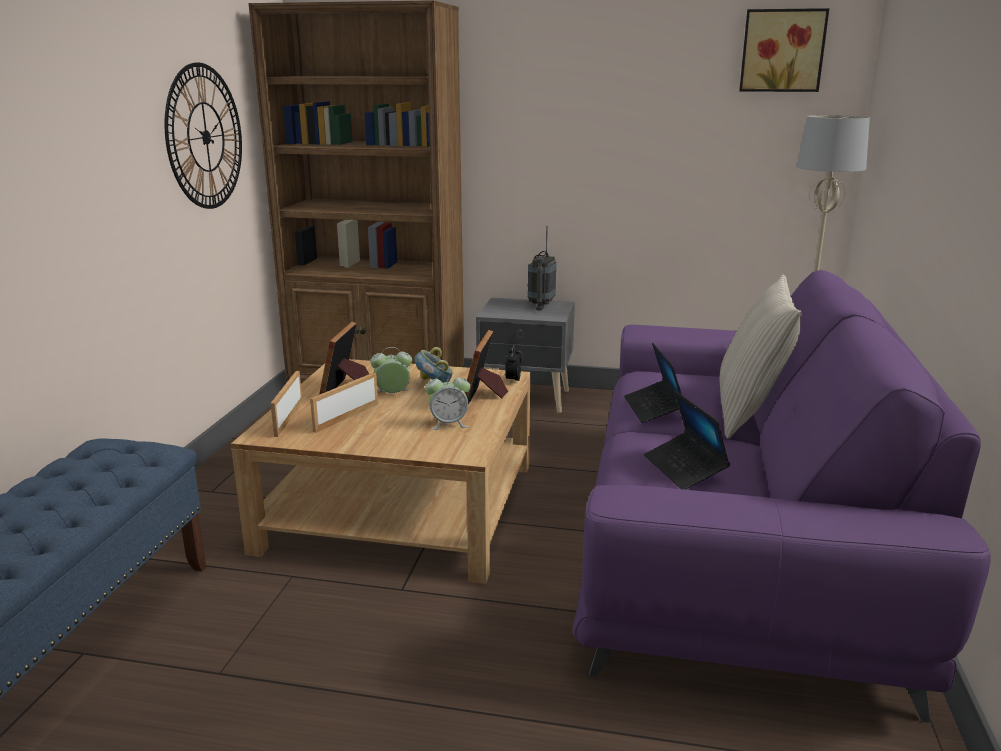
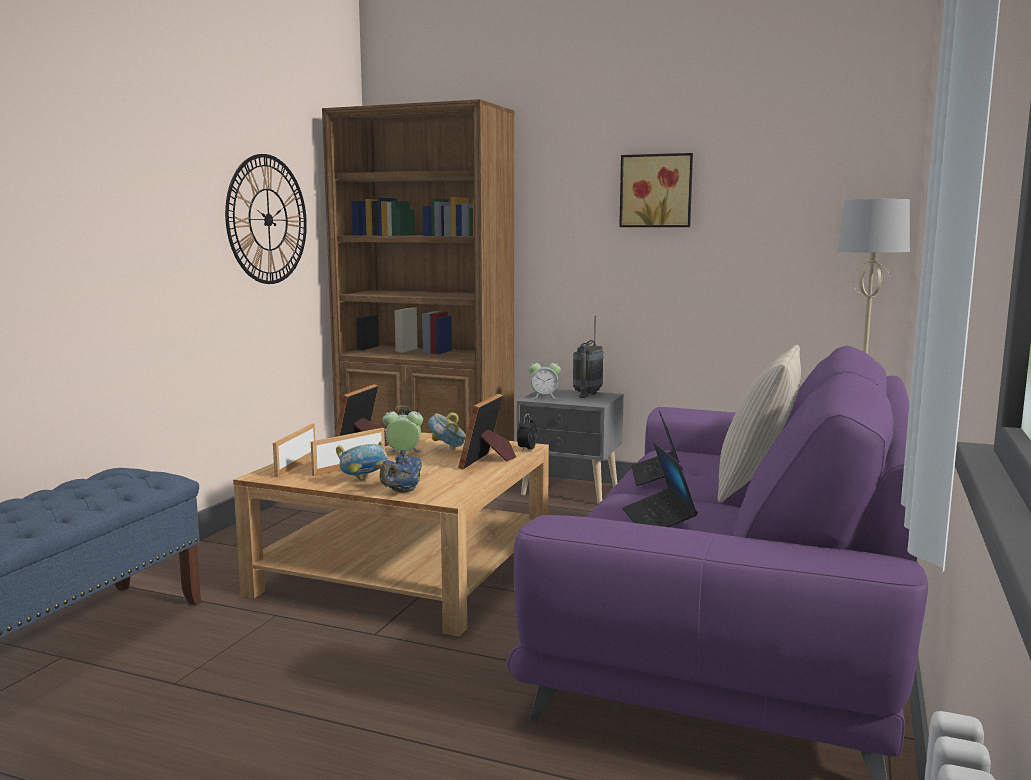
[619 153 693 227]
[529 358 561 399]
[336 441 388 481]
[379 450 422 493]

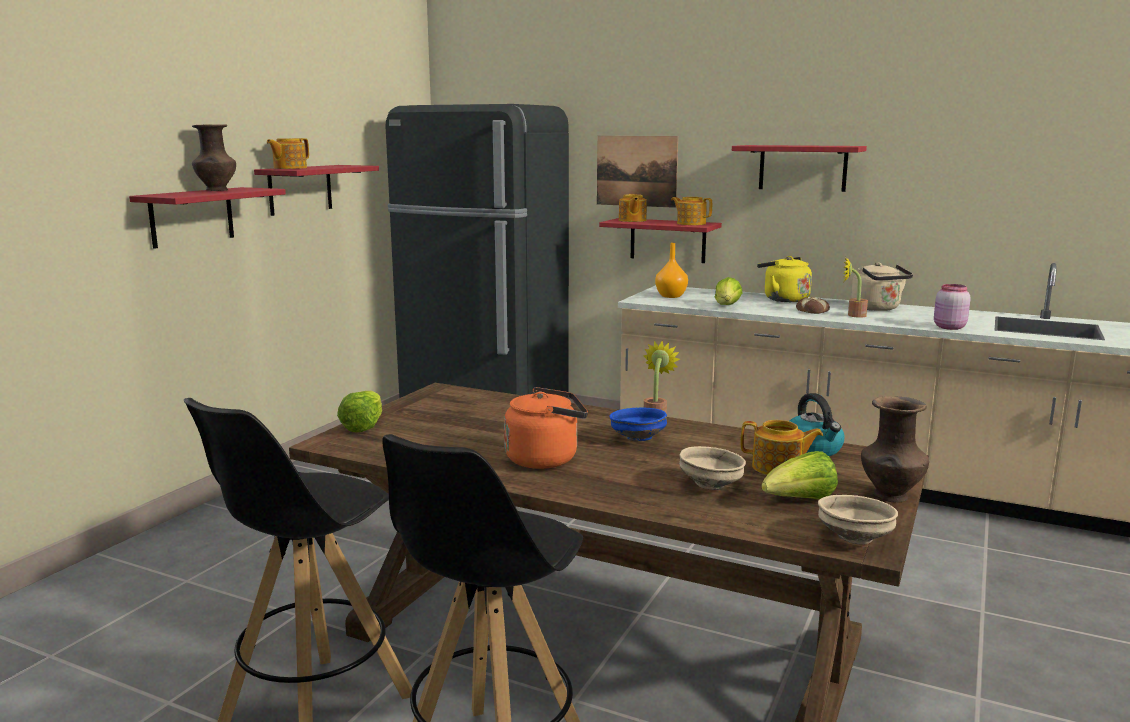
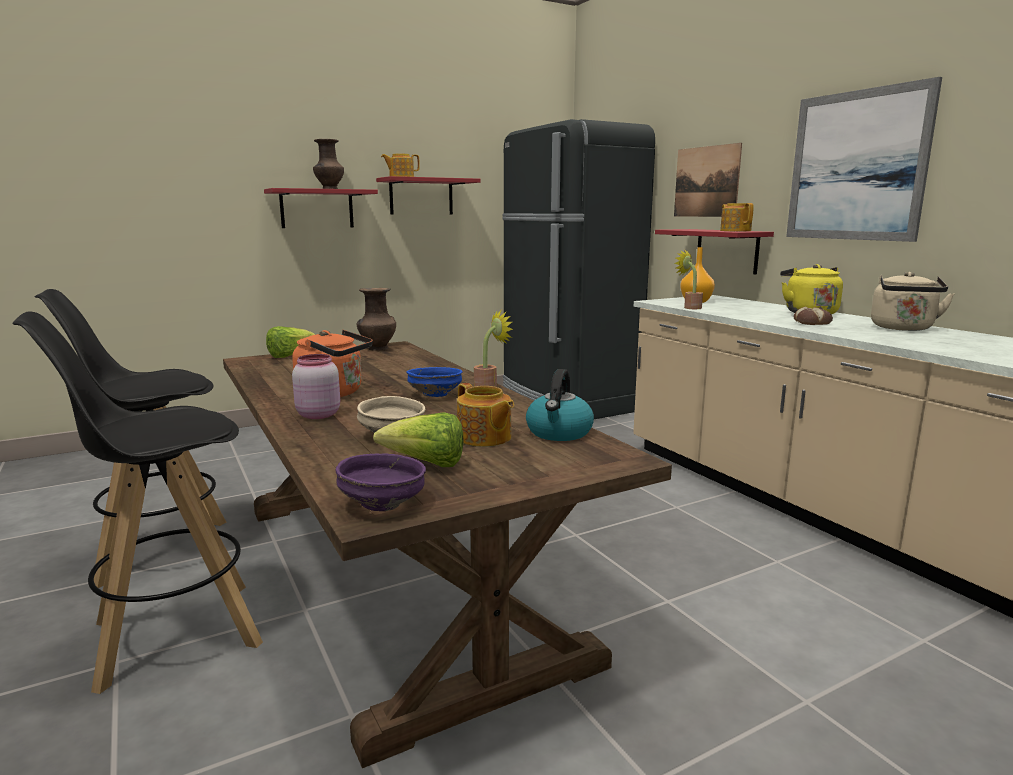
[786 77 942 242]
[619 194 647 222] (first image)
[675 250 703 309]
[715 277 742 305] (first image)
[292 354 340 419]
[357 288 396 351]
[335 453 426 511]

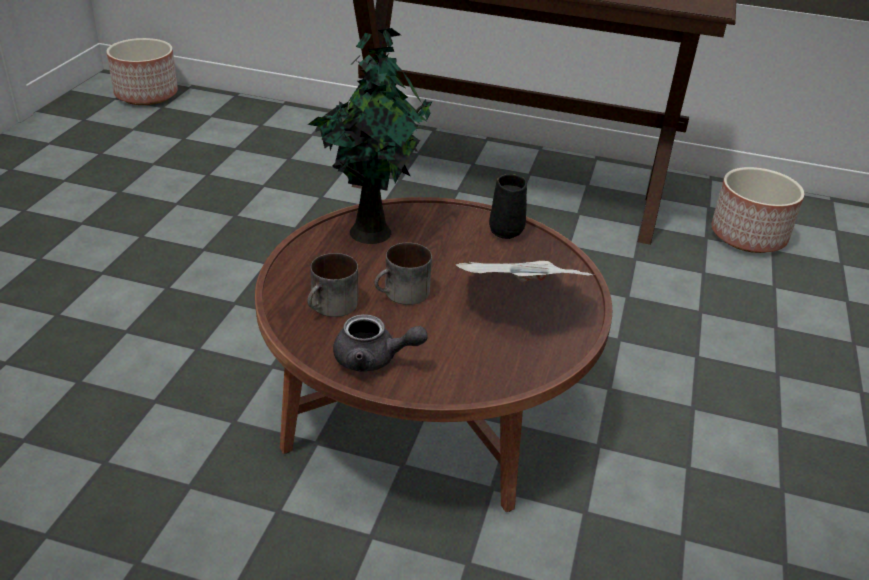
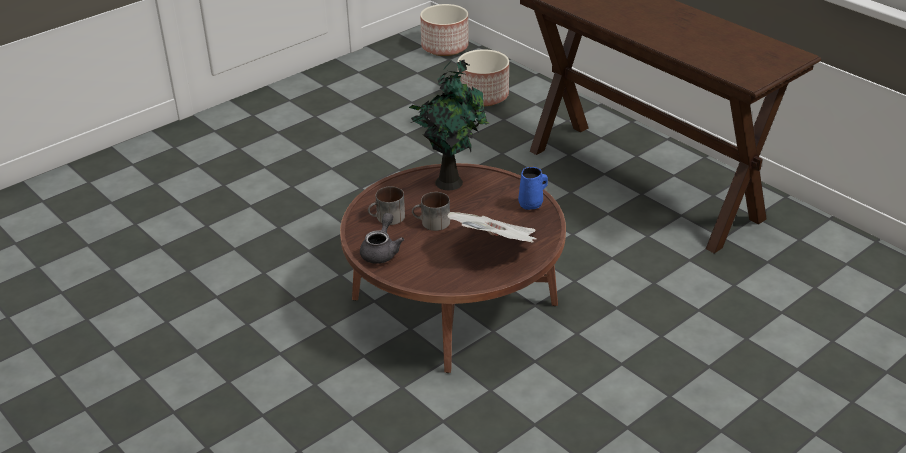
[457 49 509 106]
[518 167 548 210]
[360 213 404 264]

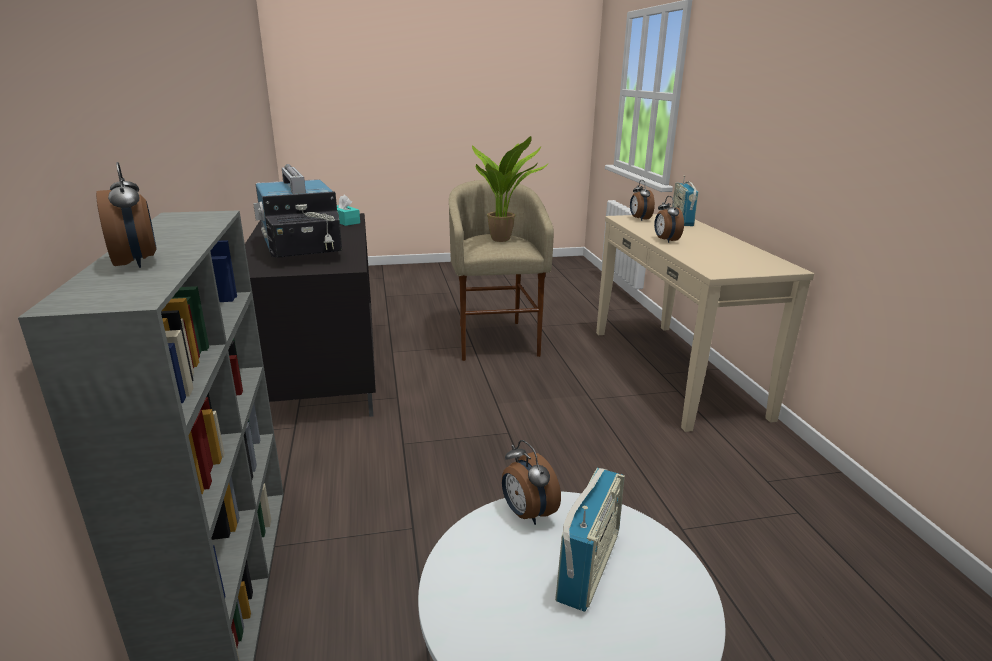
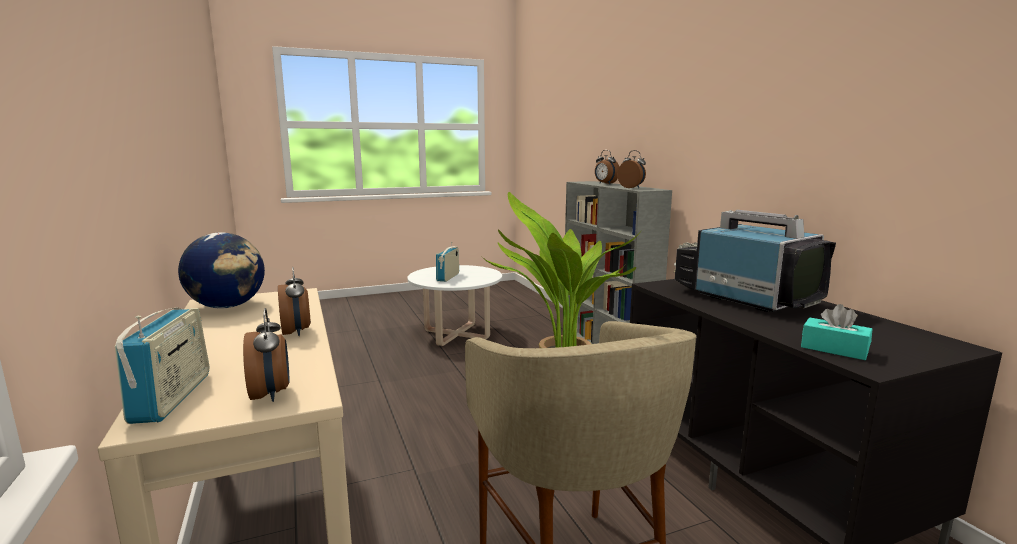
[617 150 646 188]
[178 232 265 308]

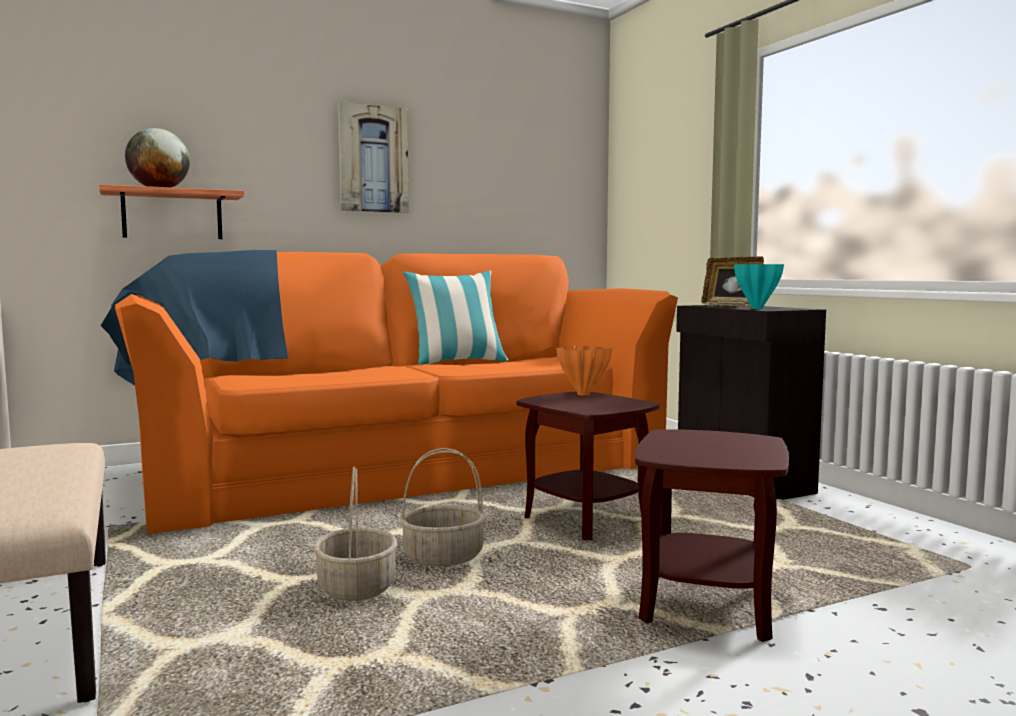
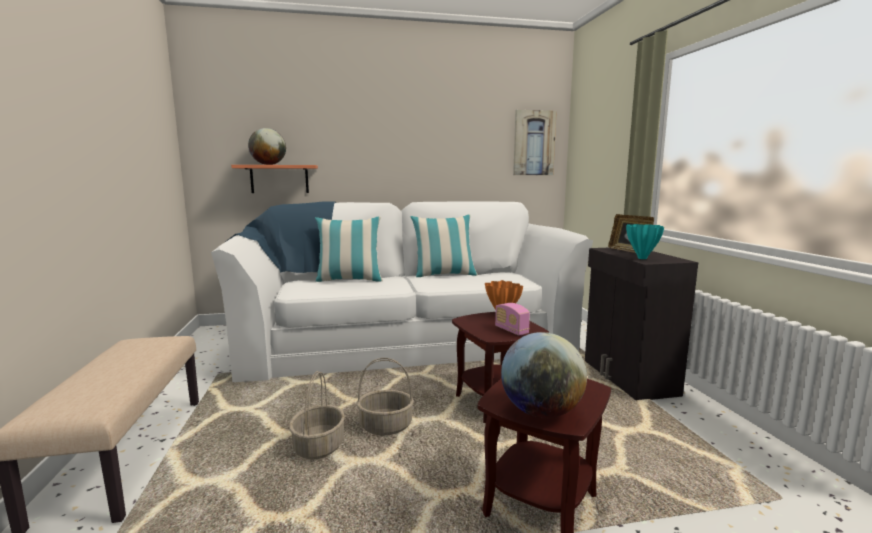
[513 110 557 175]
[211 201 593 382]
[315 216 383 282]
[495 303 530 336]
[501 332 587 418]

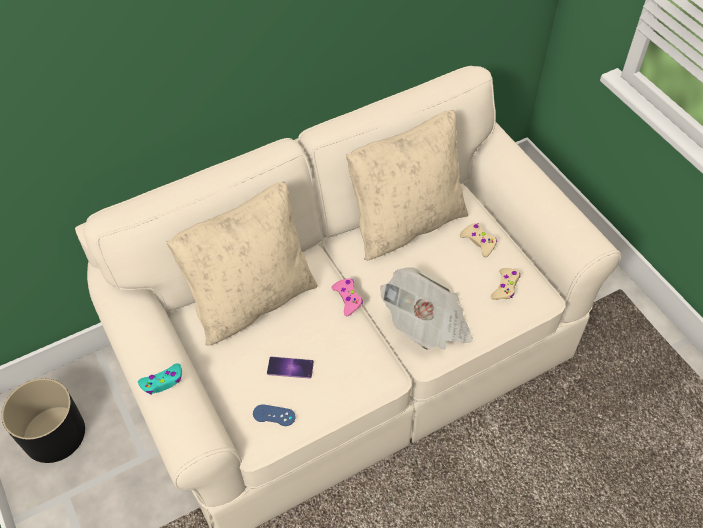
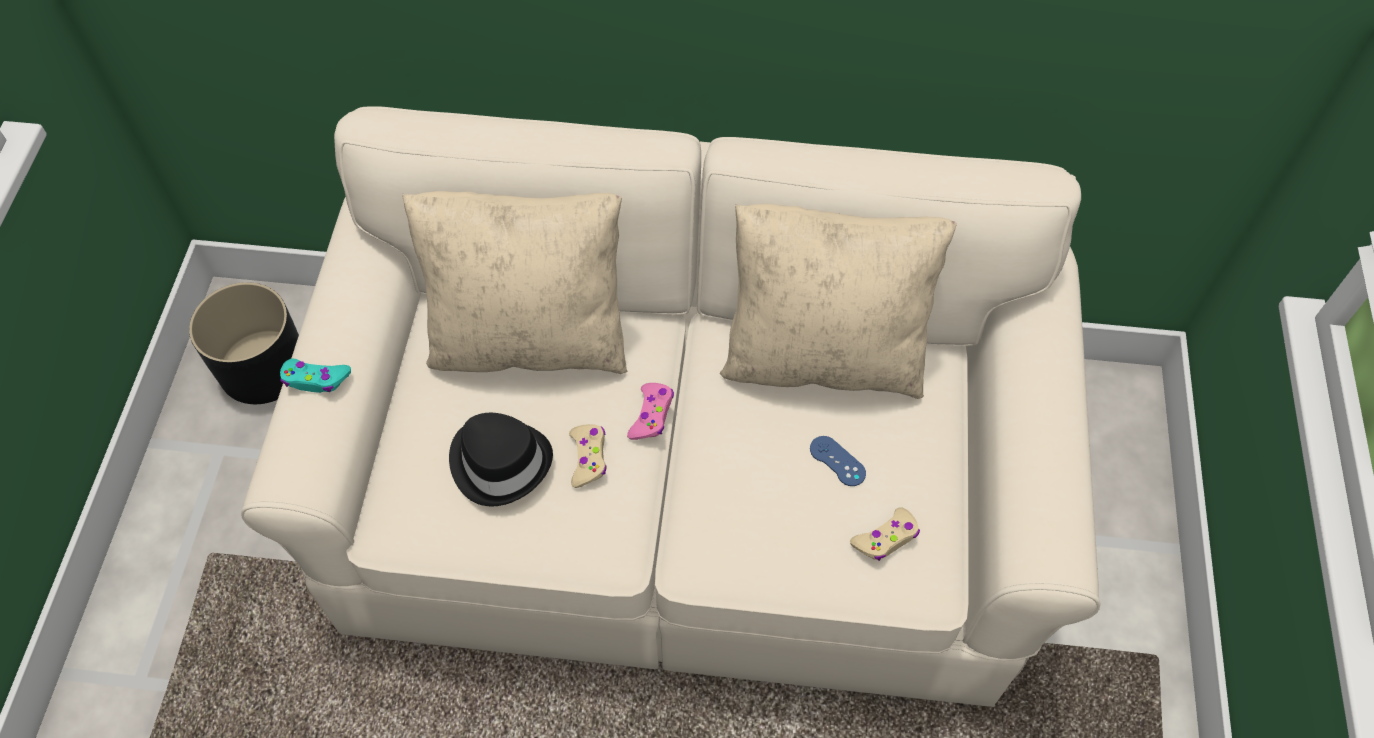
[569 424 607 488]
[380 267 473 350] (first image)
[449 413 553 507]
[810 436 866 486]

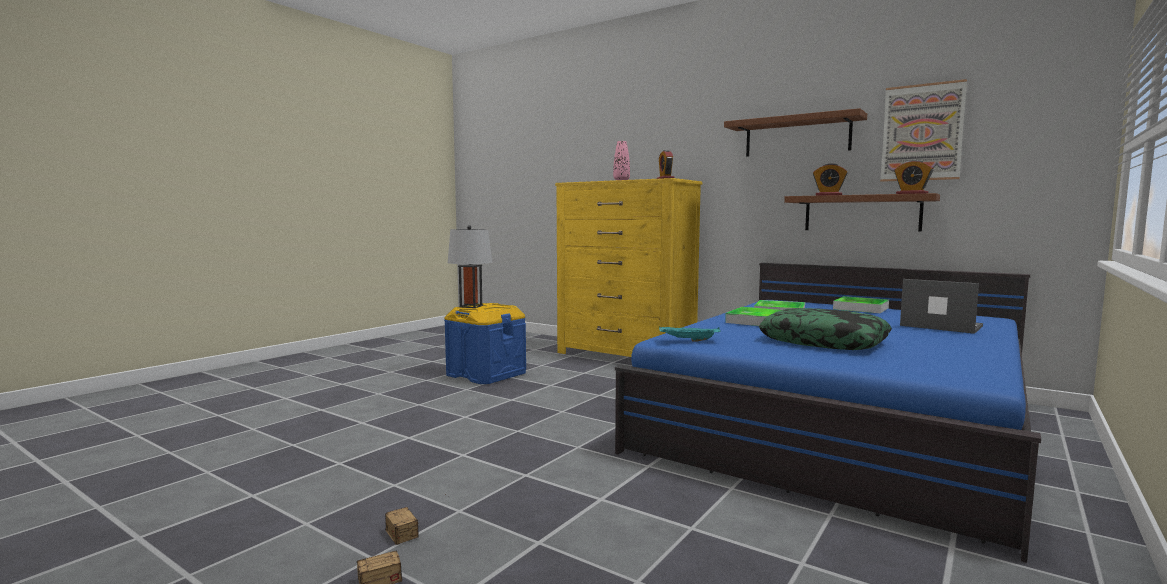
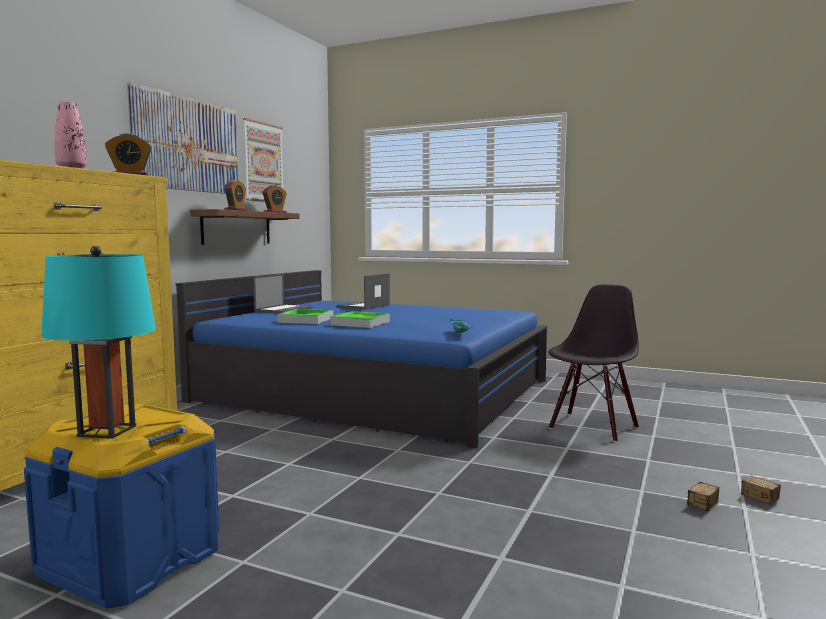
[127 82 238 194]
[41 246 156 439]
[253 274 312 314]
[759 308 892 350] (first image)
[548 284 639 442]

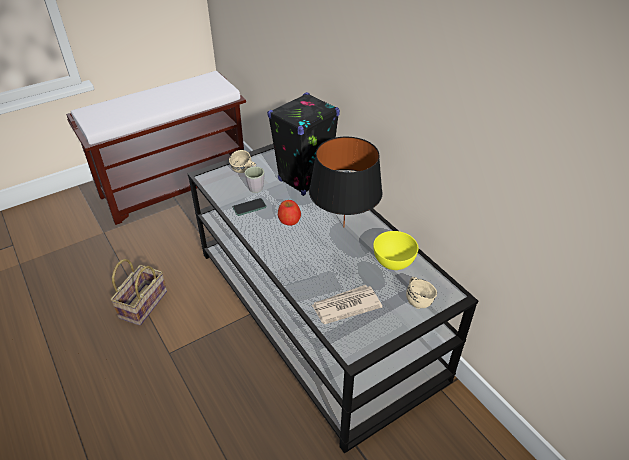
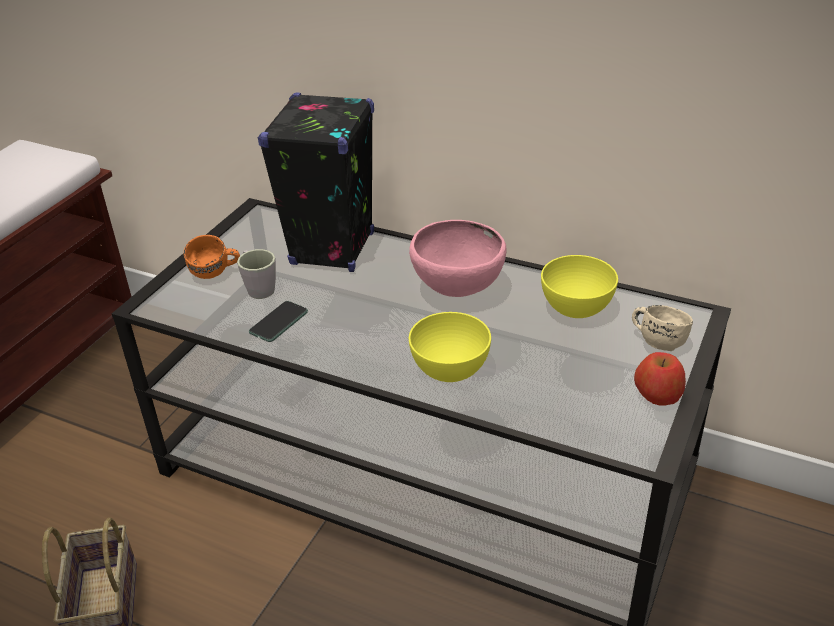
[409 220 506 297]
[184 235 240 279]
[634 352 686 406]
[312 285 382 324] (first image)
[409 312 491 382]

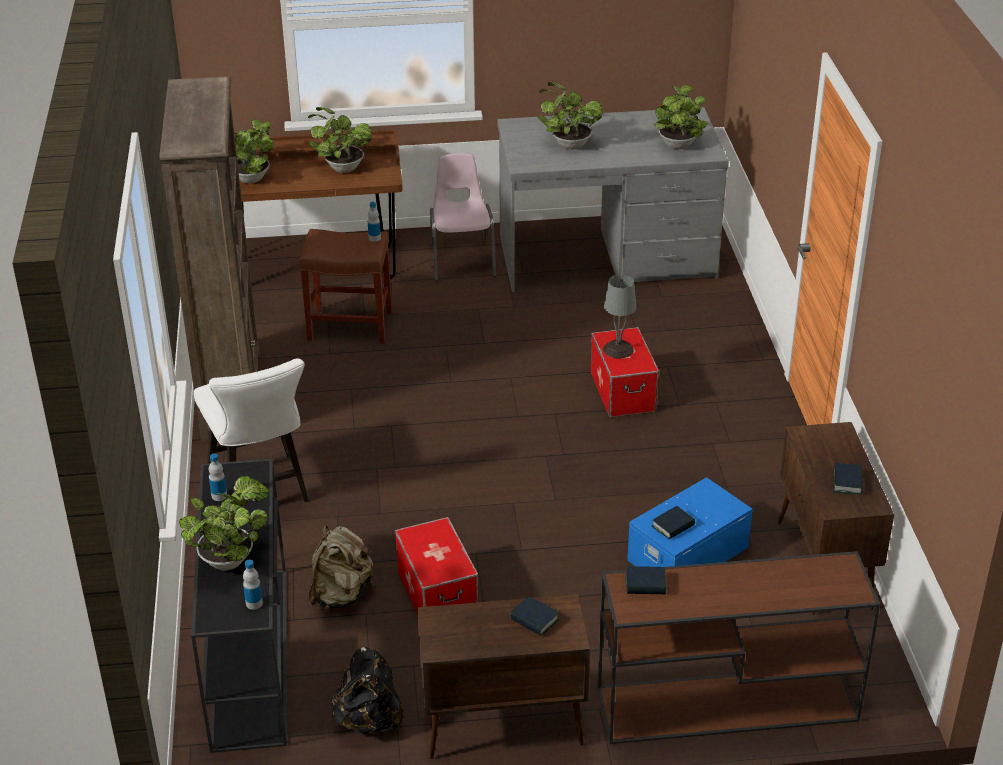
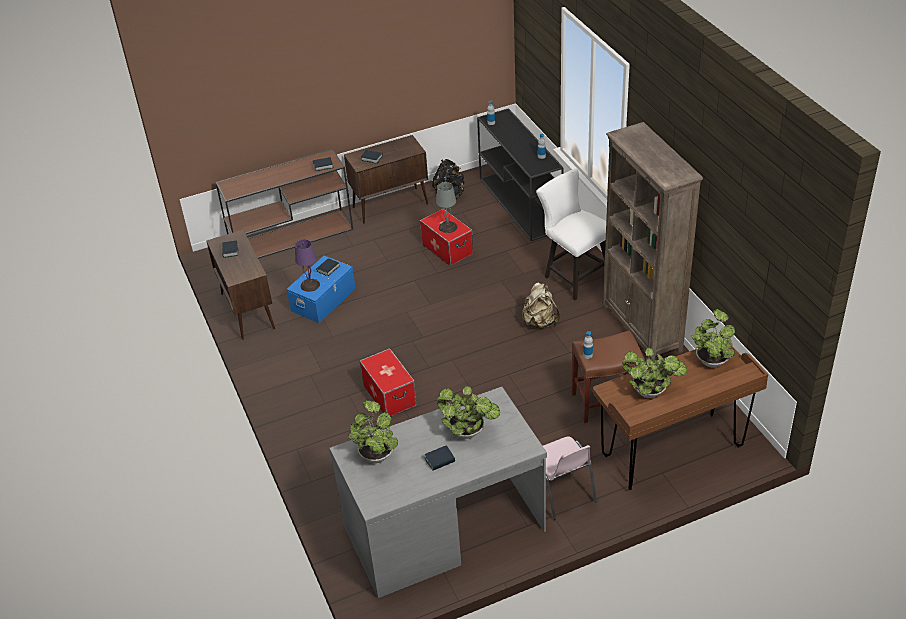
[436 182 457 233]
[179 476 269 570] (first image)
[522 283 560 328]
[295 239 320 292]
[425 445 455 471]

